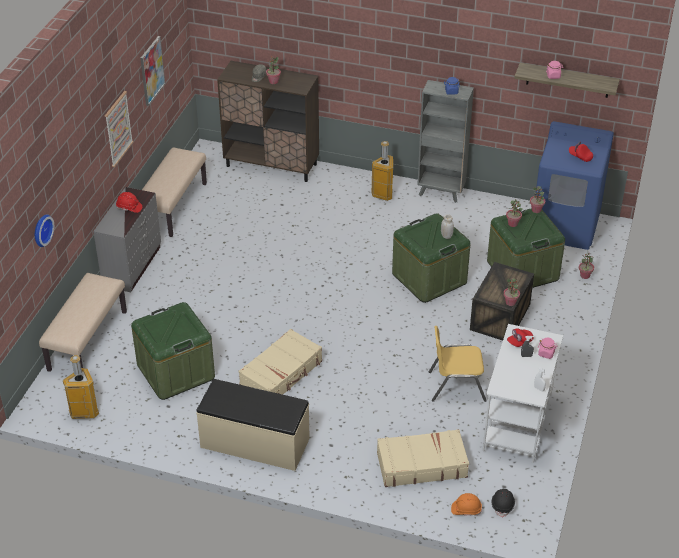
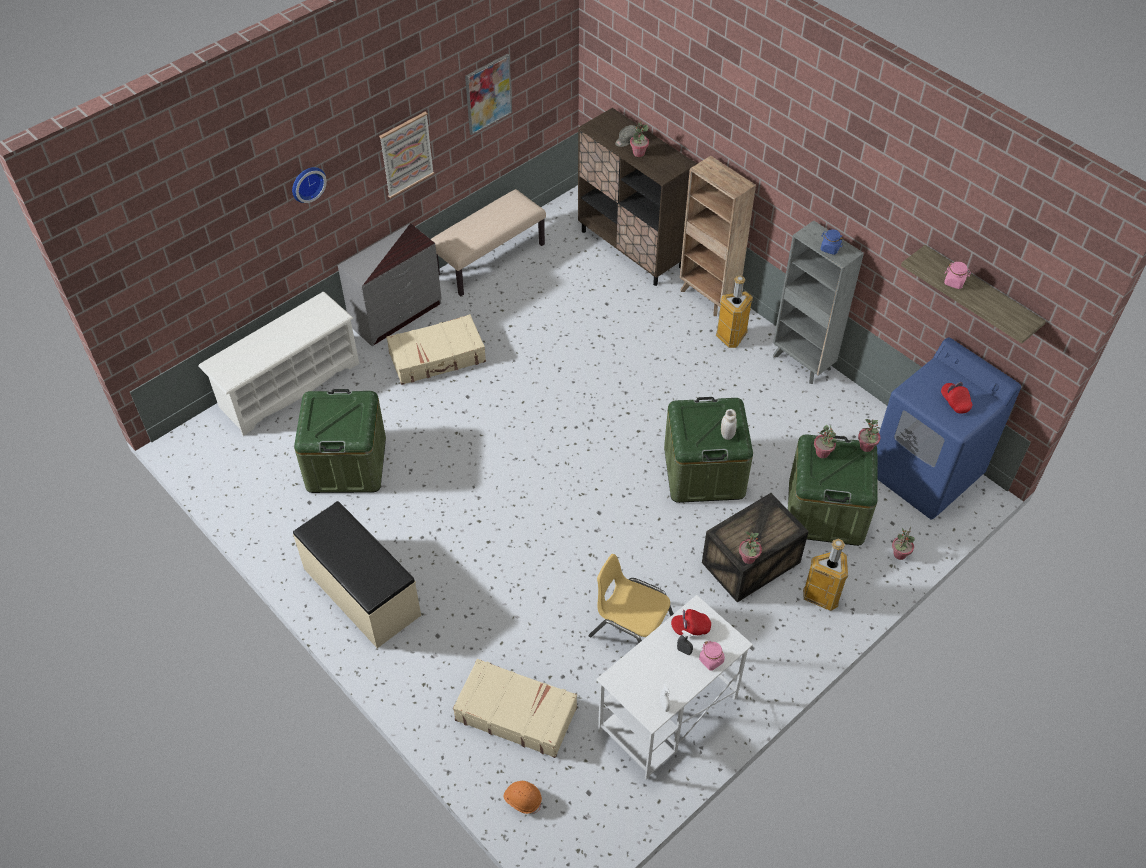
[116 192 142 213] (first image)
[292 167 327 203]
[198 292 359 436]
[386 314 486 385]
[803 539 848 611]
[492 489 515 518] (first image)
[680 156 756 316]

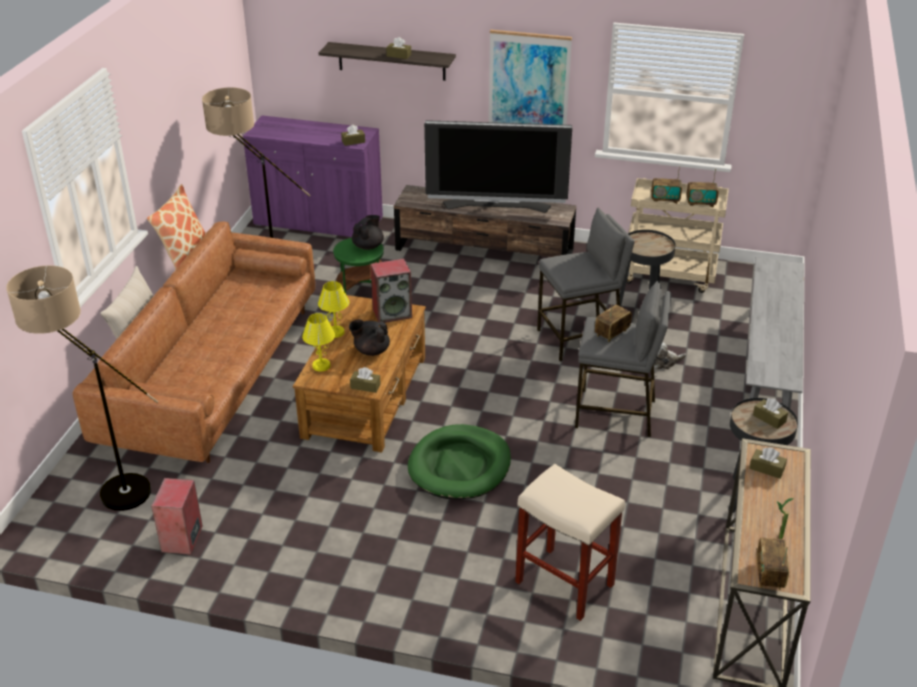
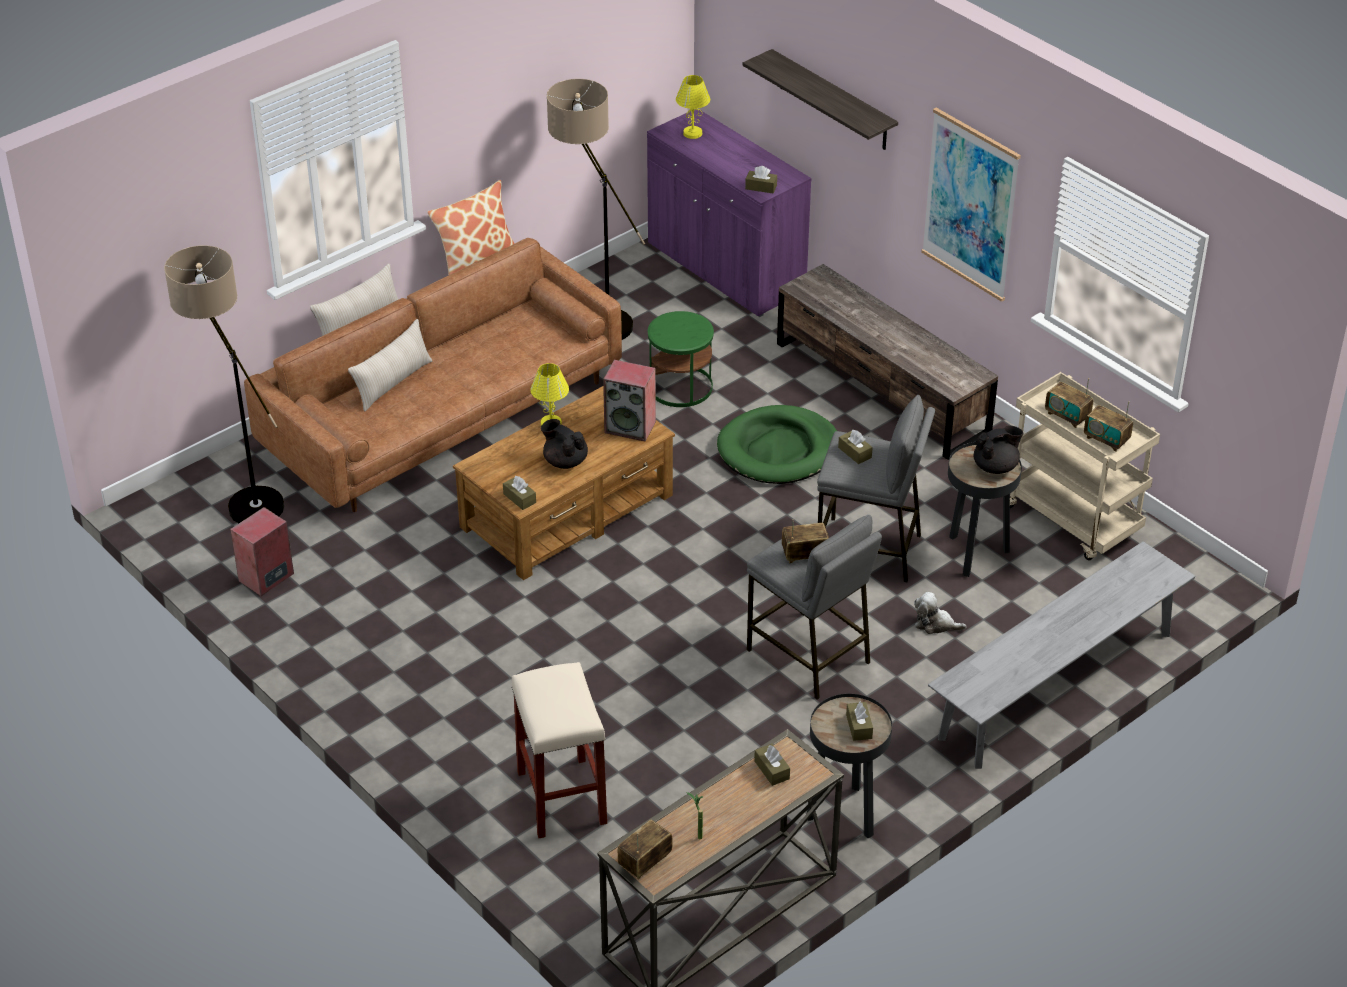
[838 430 872 464]
[424 120 572 213] (first image)
[974 426 1023 474]
[676 75 710 139]
[717 405 837 484]
[348 319 432 412]

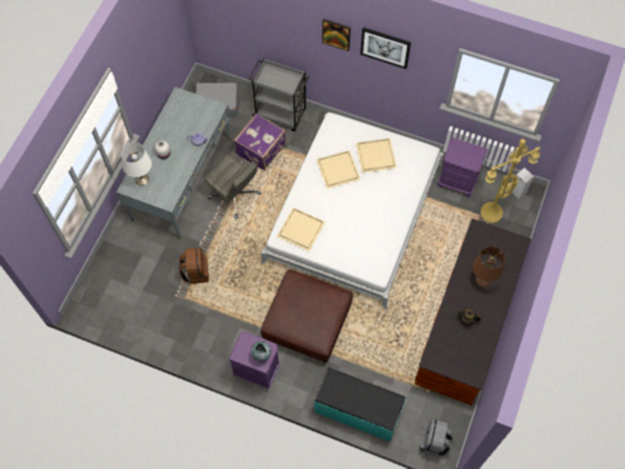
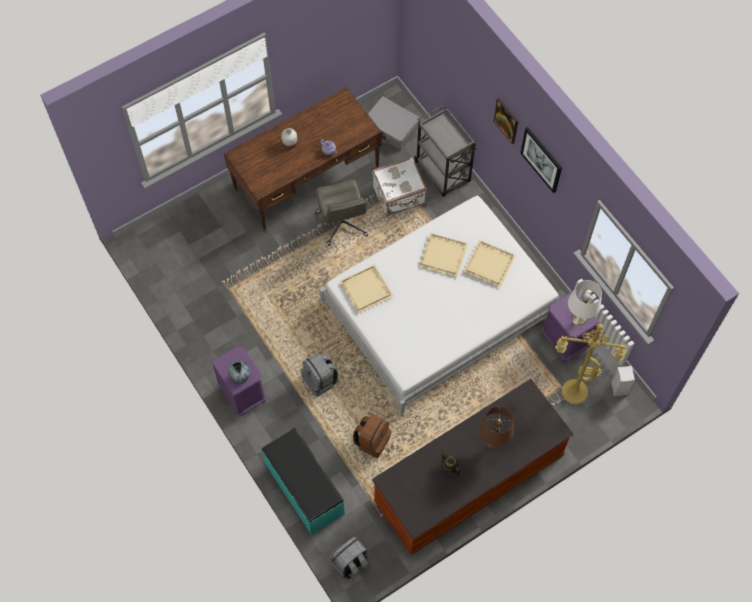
[224 87 382 232]
[372 157 427 216]
[568 280 602 326]
[353 414 392 458]
[301 352 338 397]

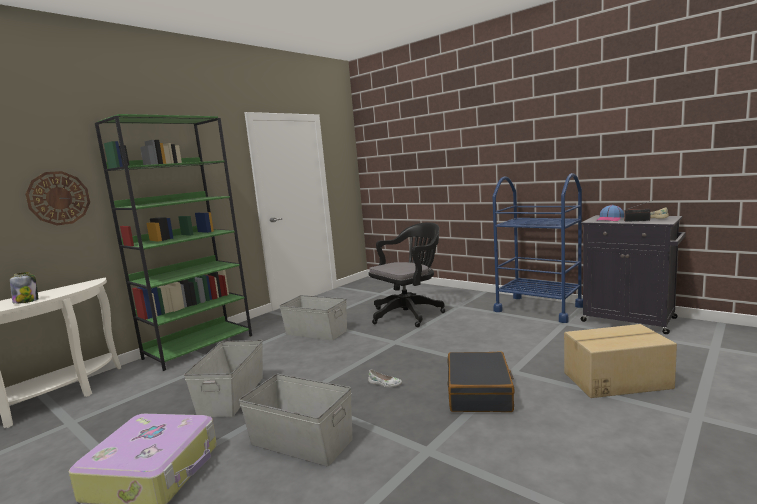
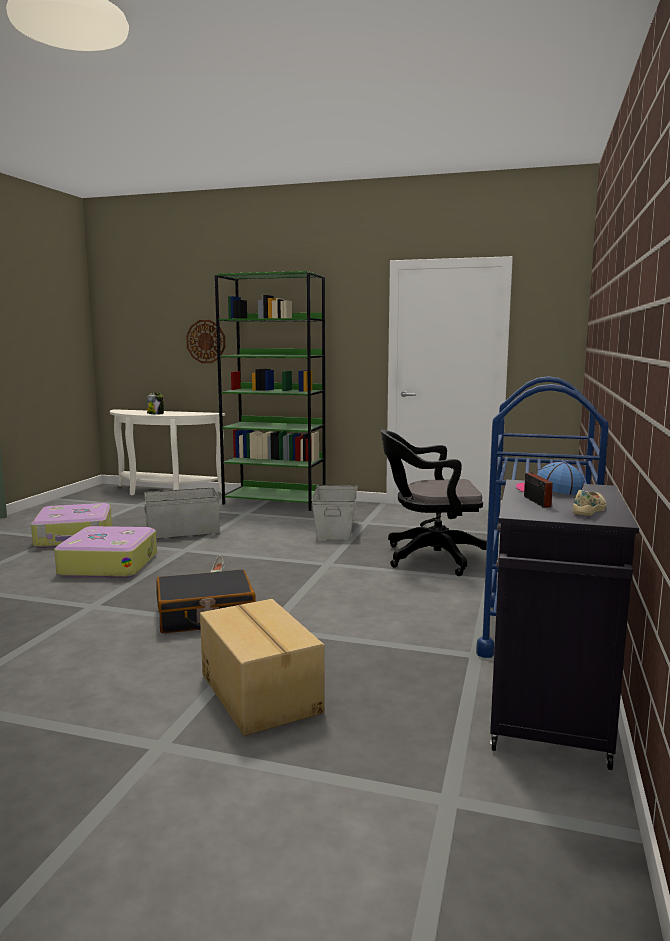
[381 430 487 576]
[54 526 157 578]

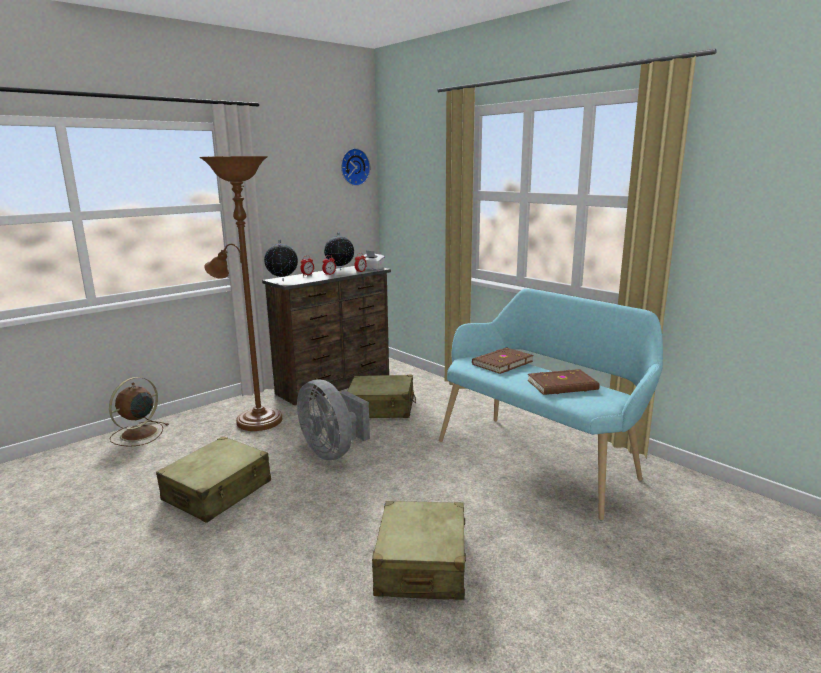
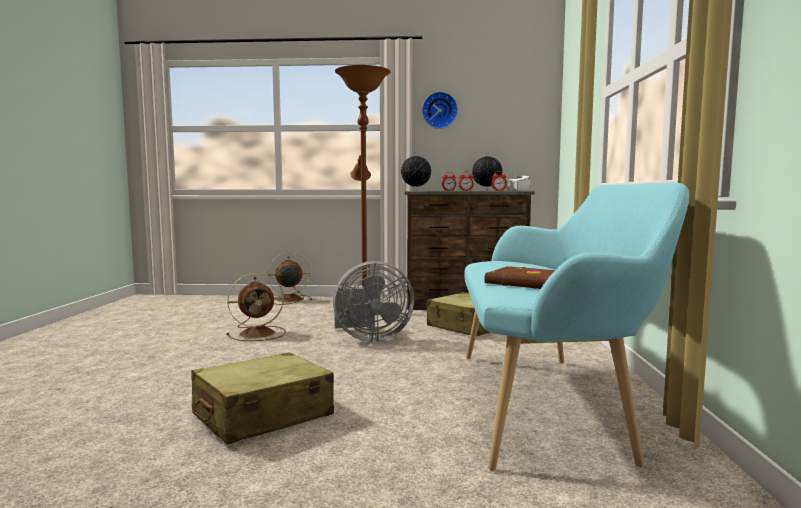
[422 92 458 129]
[472 347 534 374] (first image)
[333 261 414 342]
[226 273 286 341]

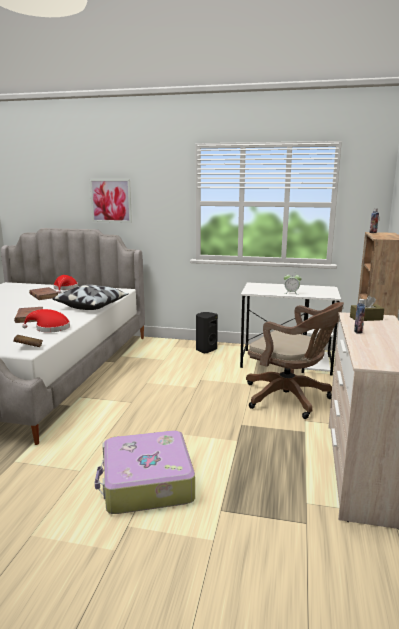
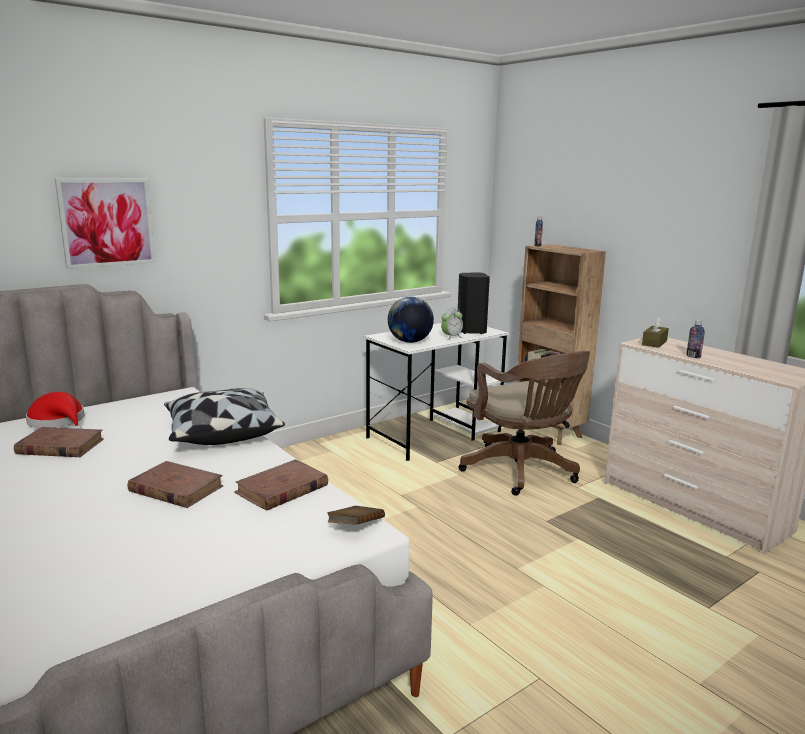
[459 351 590 496]
[234 459 328 511]
[458 272 490 334]
[95 430 195 514] (first image)
[388 297 434 343]

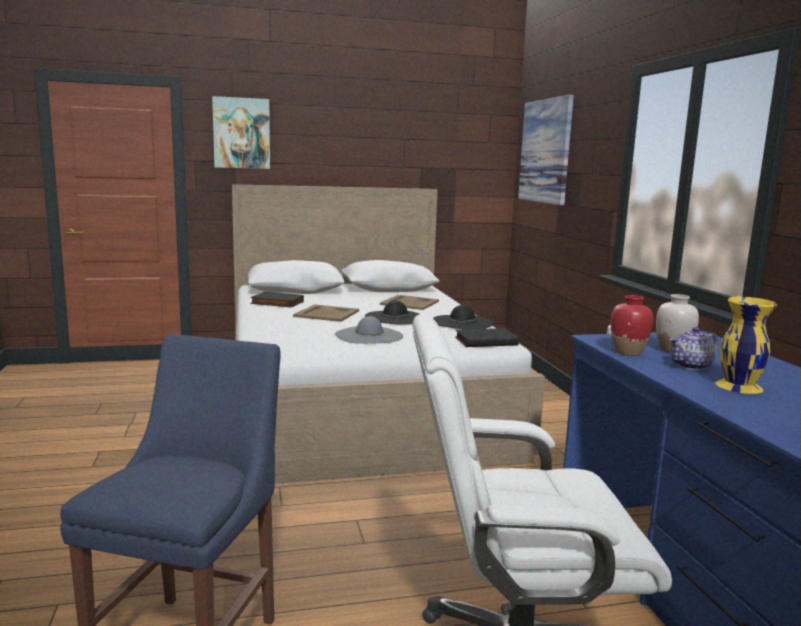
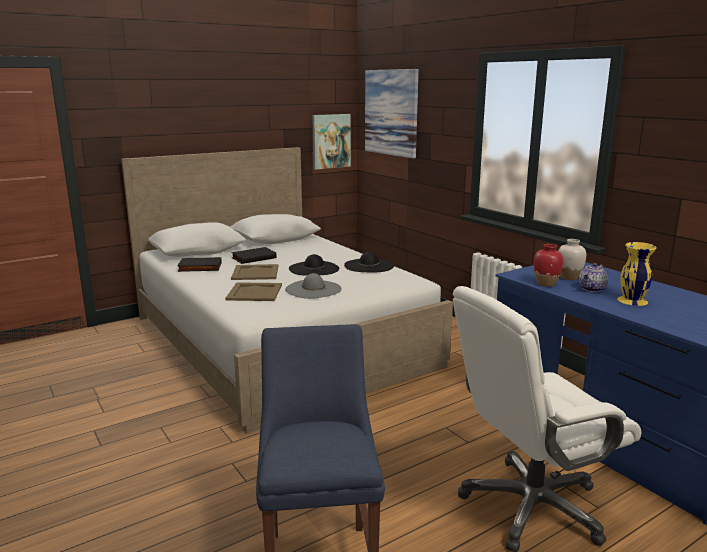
[312 114 351 170]
[225 282 282 301]
[231 247 277 264]

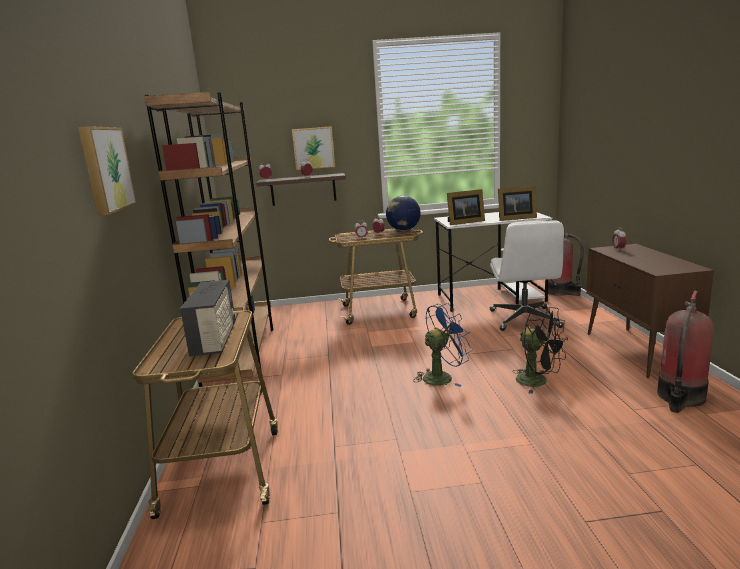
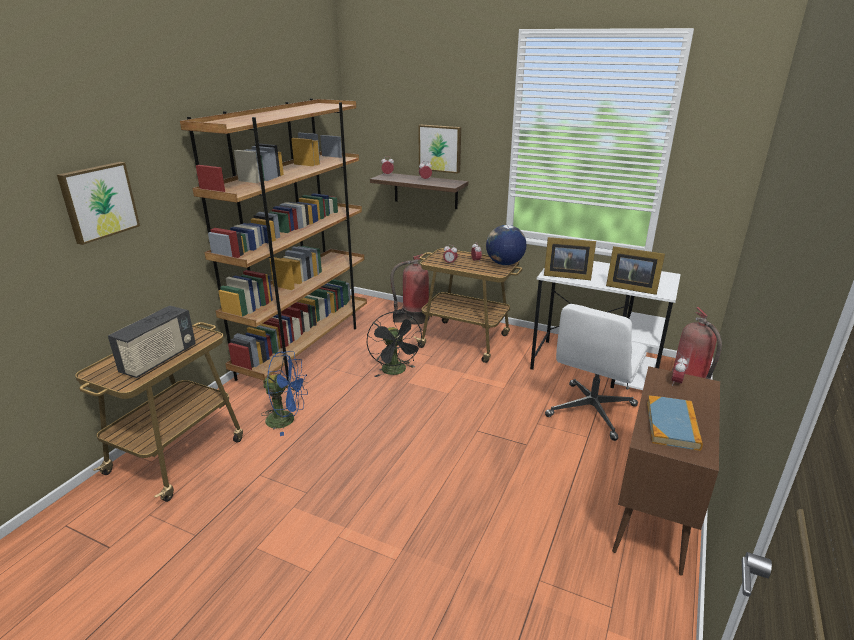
[391 254 429 324]
[261 351 308 436]
[367 312 423 377]
[647 395 703 451]

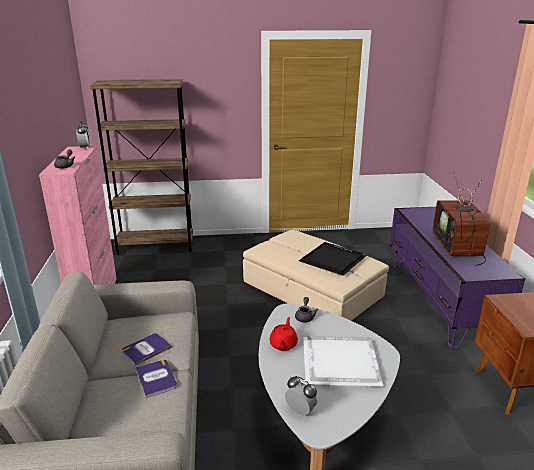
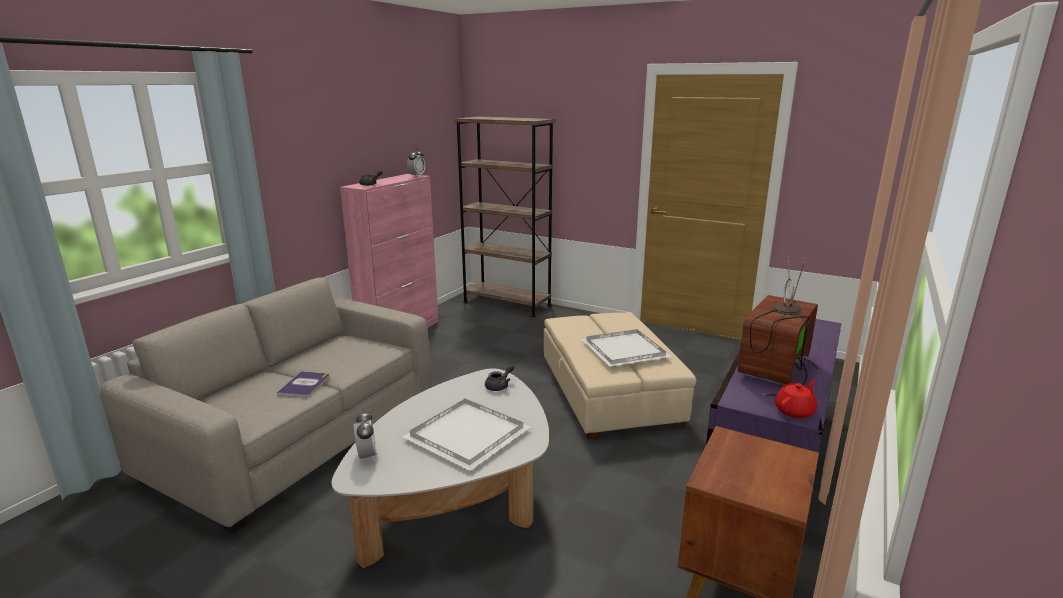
[581 329 671 367]
[775 380 817 418]
[122 333 172 366] (first image)

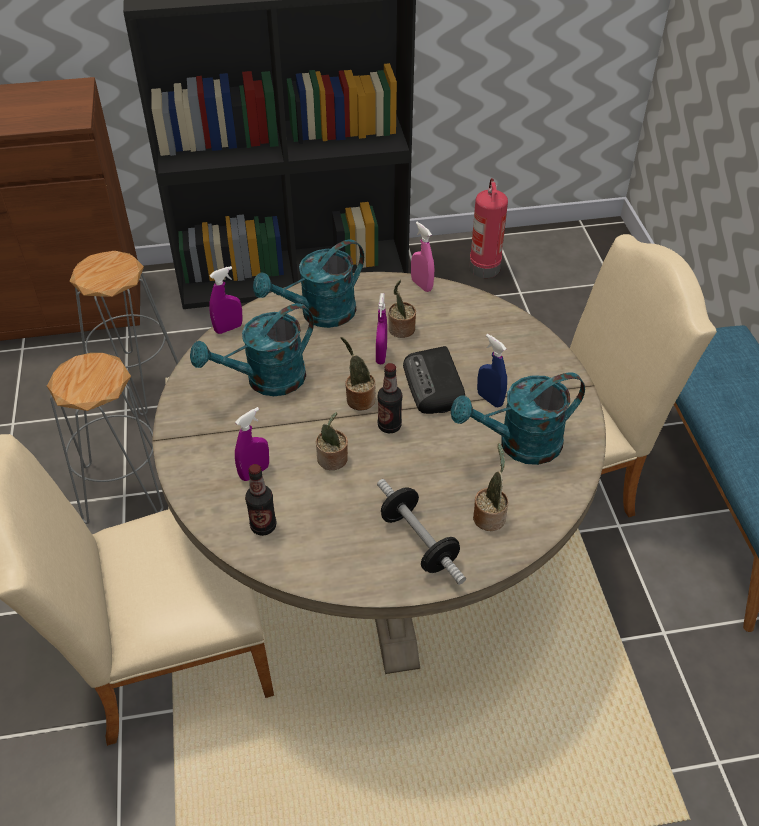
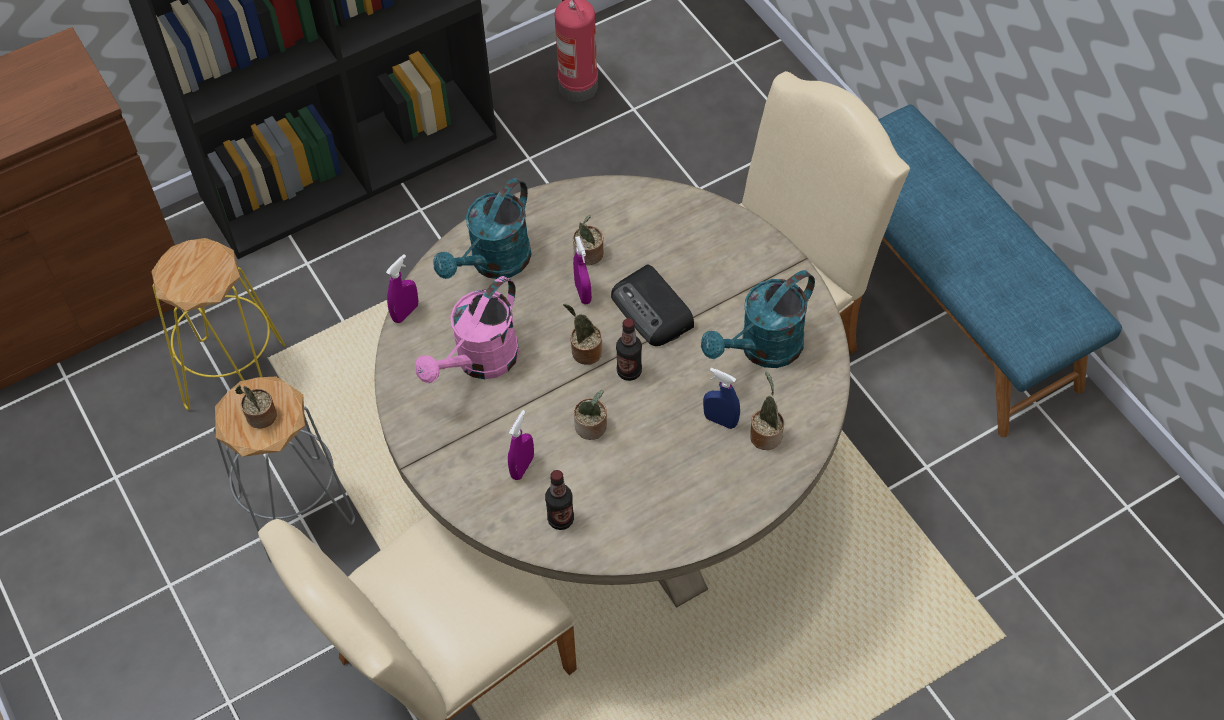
[411 222 434 292] (first image)
[151 238 286 410]
[415 276 519 383]
[703 368 740 429]
[377 479 466 585] (first image)
[235 385 277 428]

